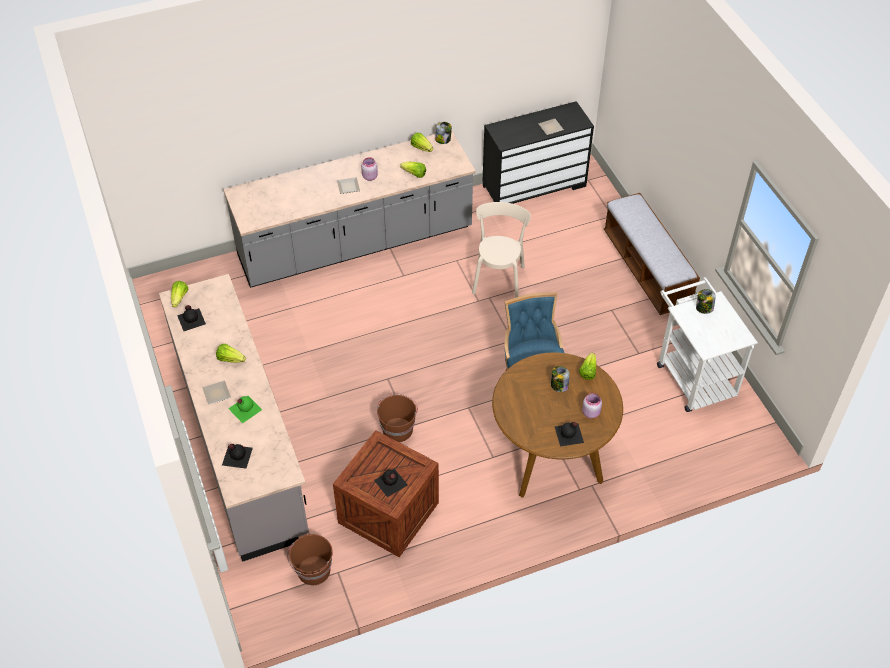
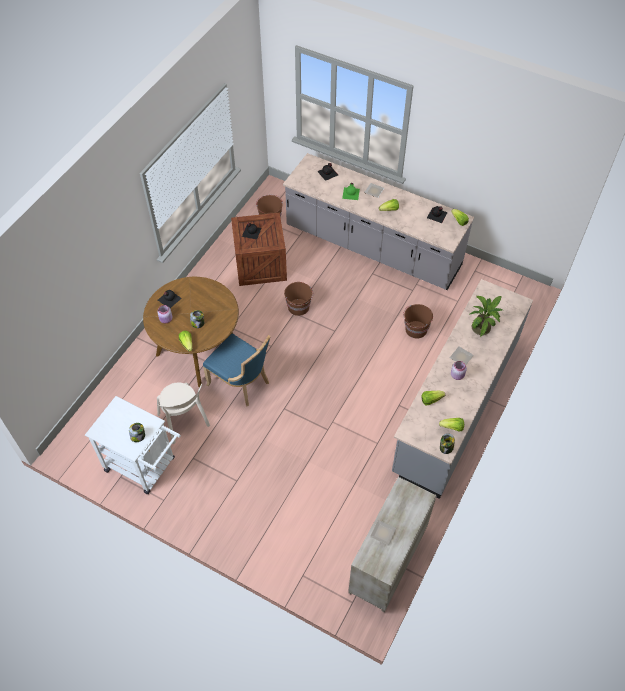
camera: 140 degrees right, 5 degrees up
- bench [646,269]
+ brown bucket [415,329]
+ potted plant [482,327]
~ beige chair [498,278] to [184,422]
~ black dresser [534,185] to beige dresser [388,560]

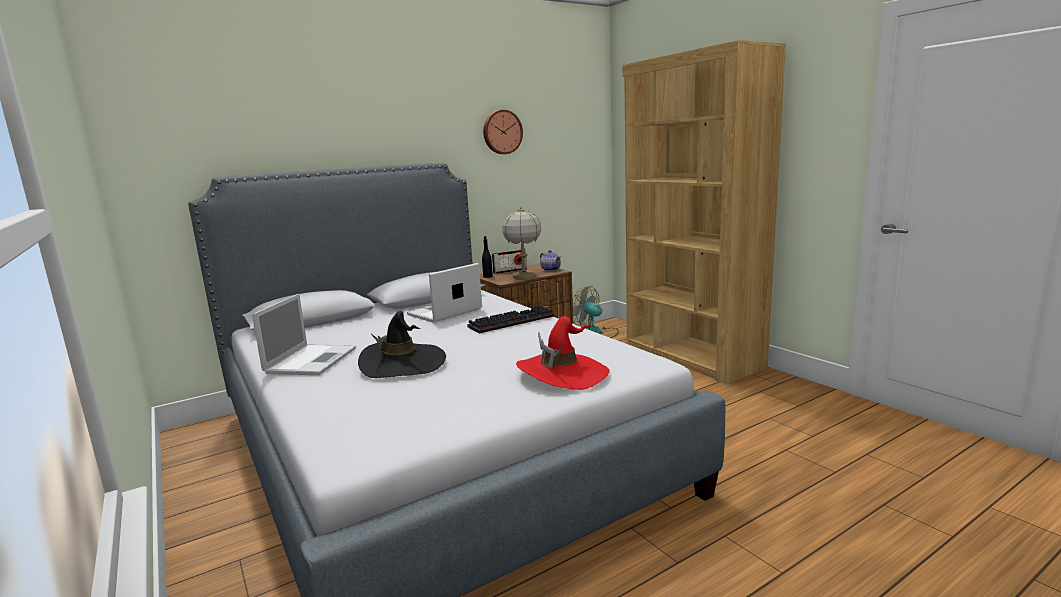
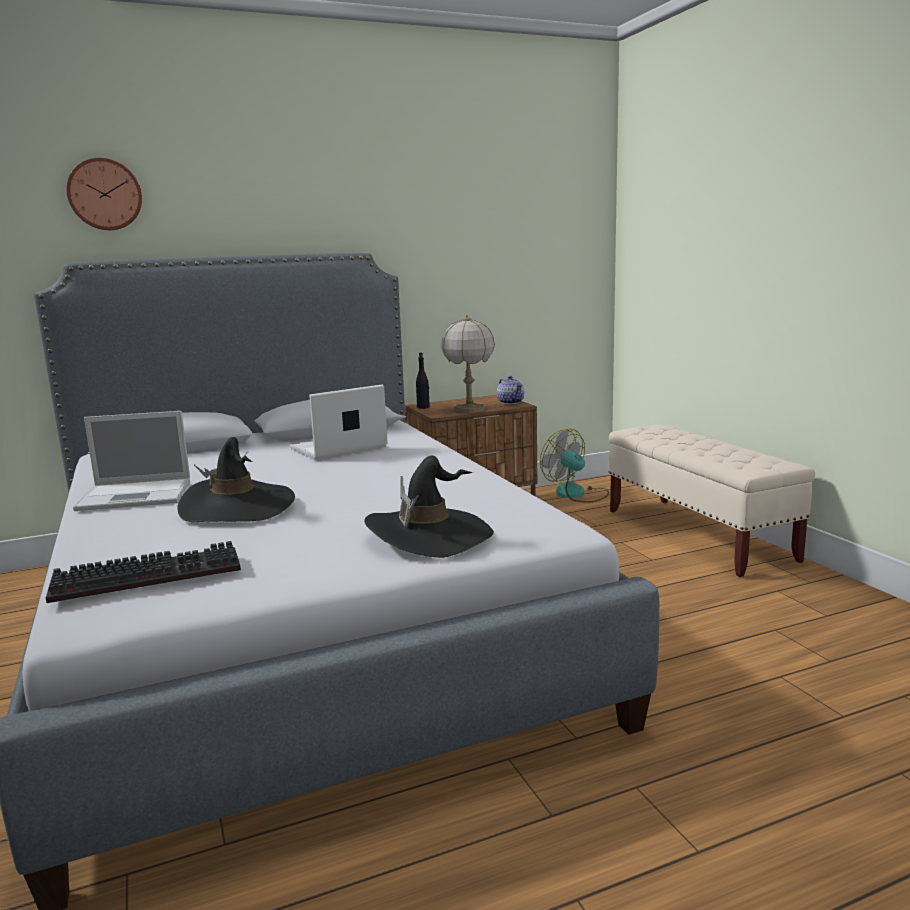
camera: 10 degrees right, 0 degrees up
- radio [510,271]
~ keyboard [512,321] to [151,574]
~ wall clock [502,132] to [105,194]
~ brown bookcase [692,357] to beige bench [697,535]
~ red hat [563,374] to black hat [429,535]
~ laptop [312,360] = [138,495] 60 degrees clockwise

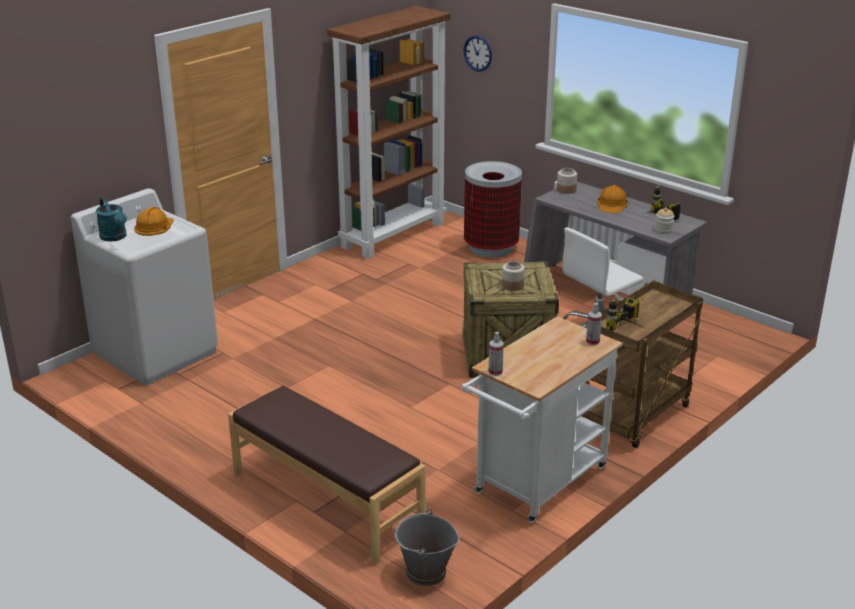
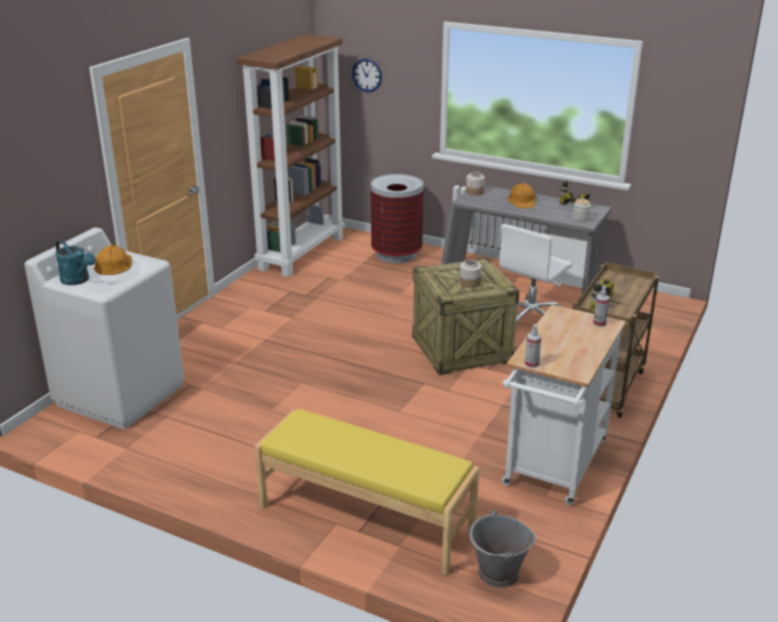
camera: 15 degrees left, 0 degrees up
~ brown bench [325,501] to yellow bench [365,519]

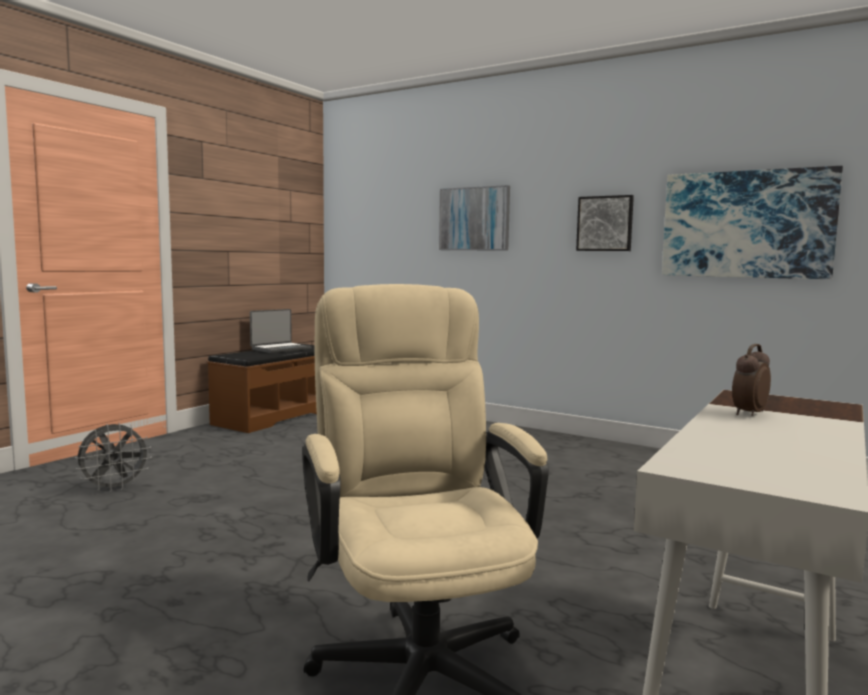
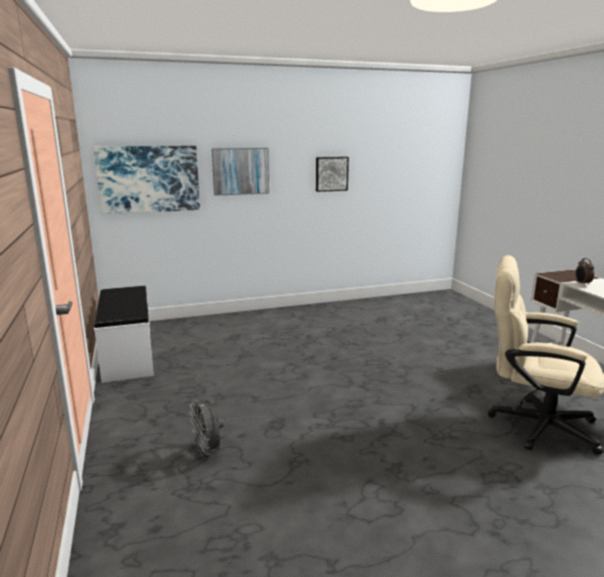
camera: 50 degrees left, 10 degrees up
- laptop [280,349]
~ picture [746,224] to [149,179]
~ brown bench [275,416] to white bench [127,356]
~ grey fan [114,488] = [208,451] 150 degrees clockwise

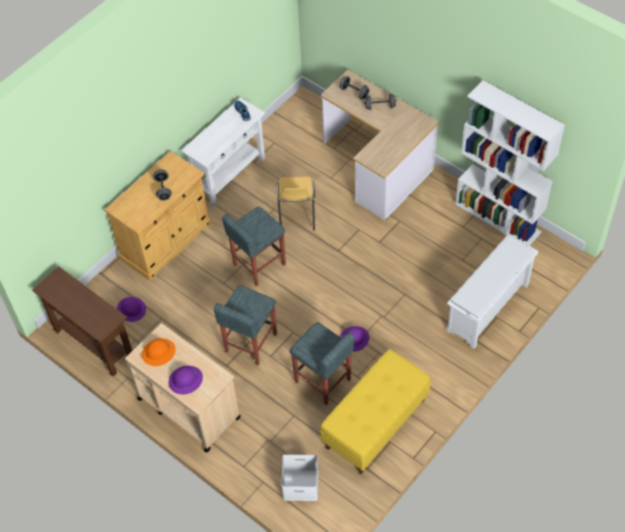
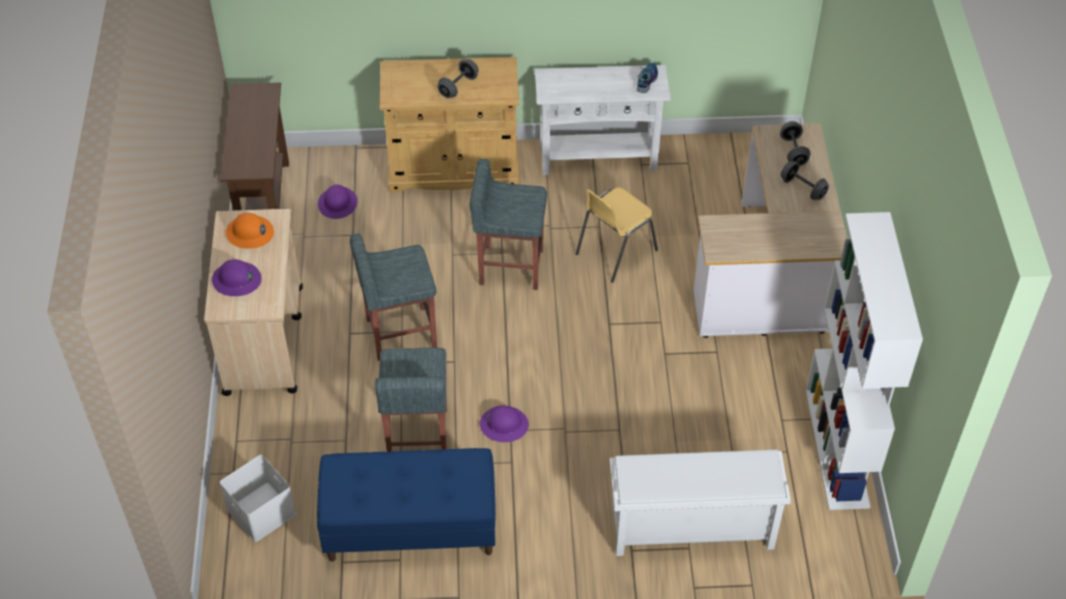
camera: 45 degrees right, 5 degrees down
~ yellow bench [375,424] to blue bench [410,528]

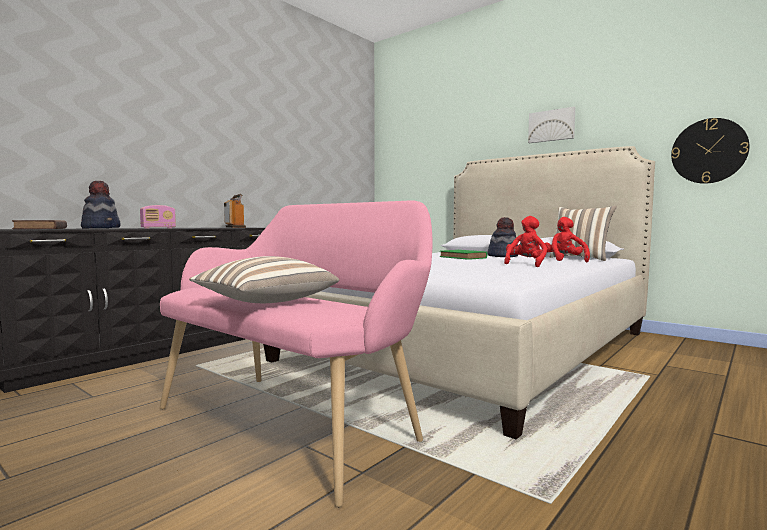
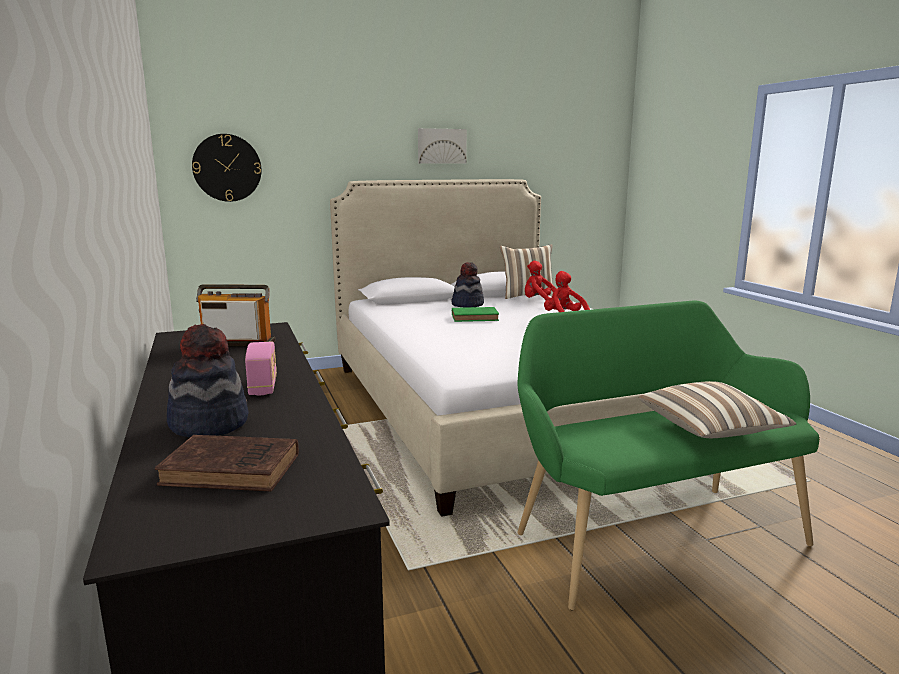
camera: 60 degrees left, 10 degrees up
~ wall clock [708,151] to [227,168]
~ pink bench [294,421] to green bench [650,534]

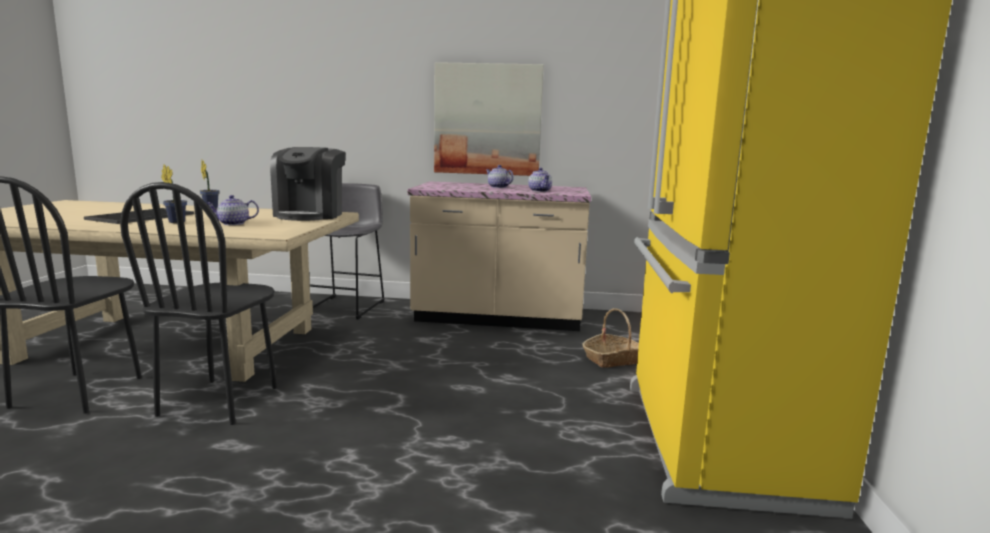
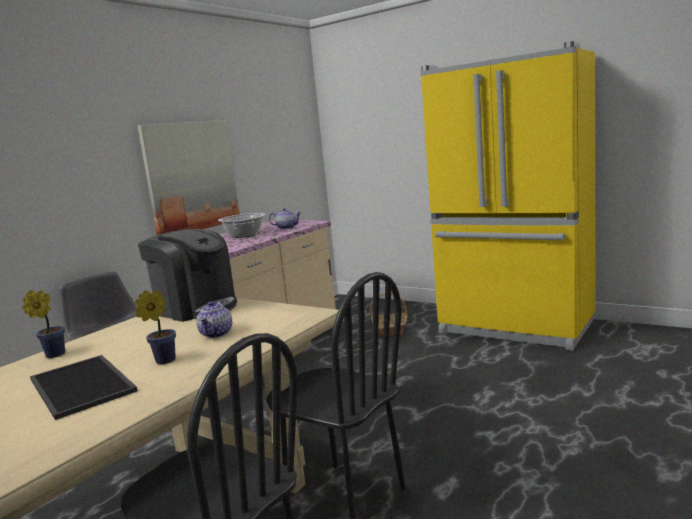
camera: 60 degrees left, 0 degrees up
~ teapot [498,187] to cooking pot [244,235]

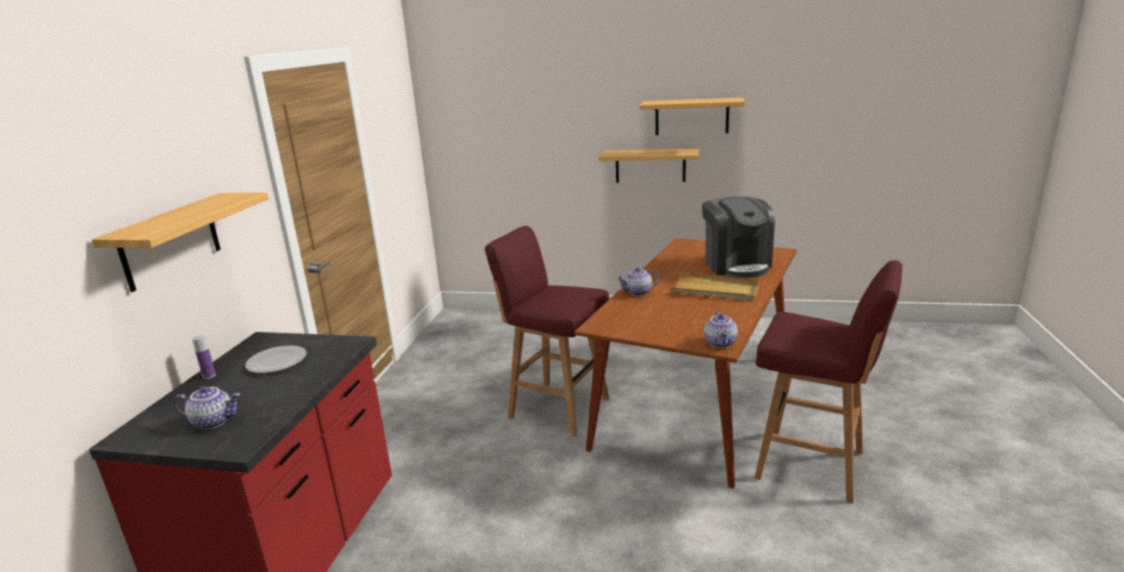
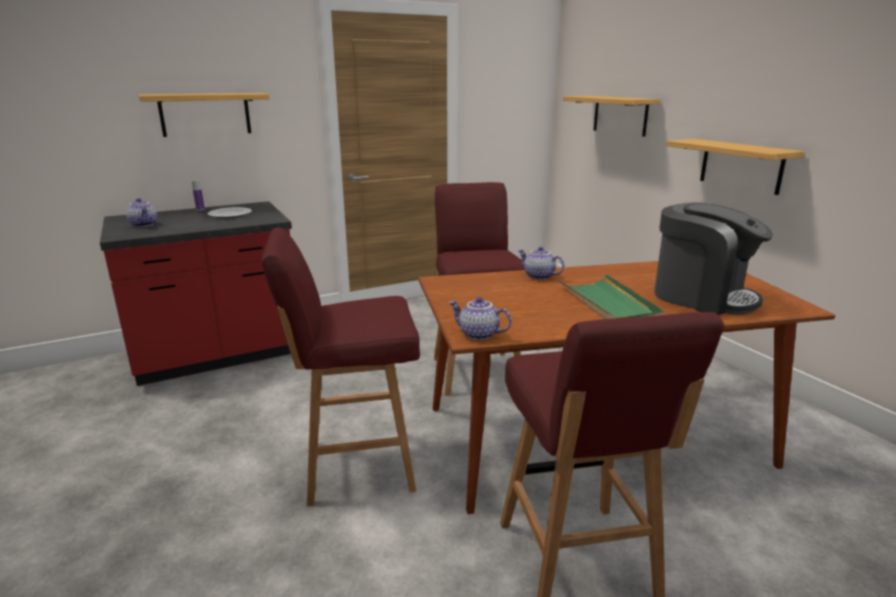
camera: 50 degrees right, 0 degrees up
+ red stool [355,465]
~ shelf [691,116] to [620,115]
~ beige tray [715,290] to green tray [608,303]
~ coffee machine [736,265] = [701,297] 90 degrees counterclockwise
~ teapot [721,343] = [478,334] 60 degrees clockwise

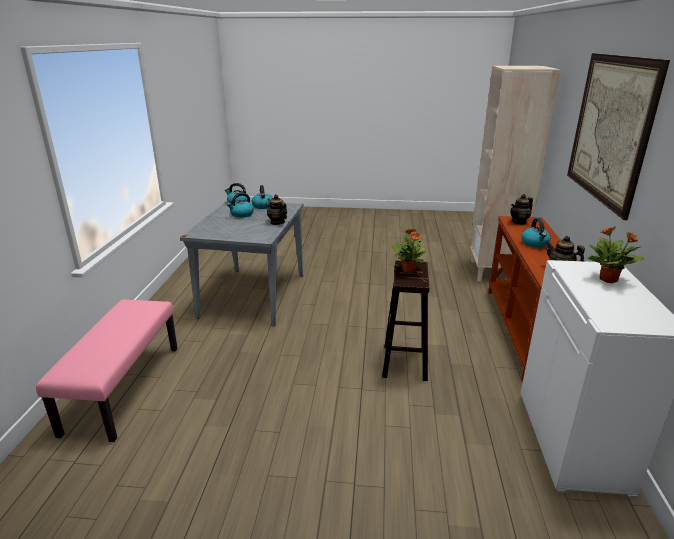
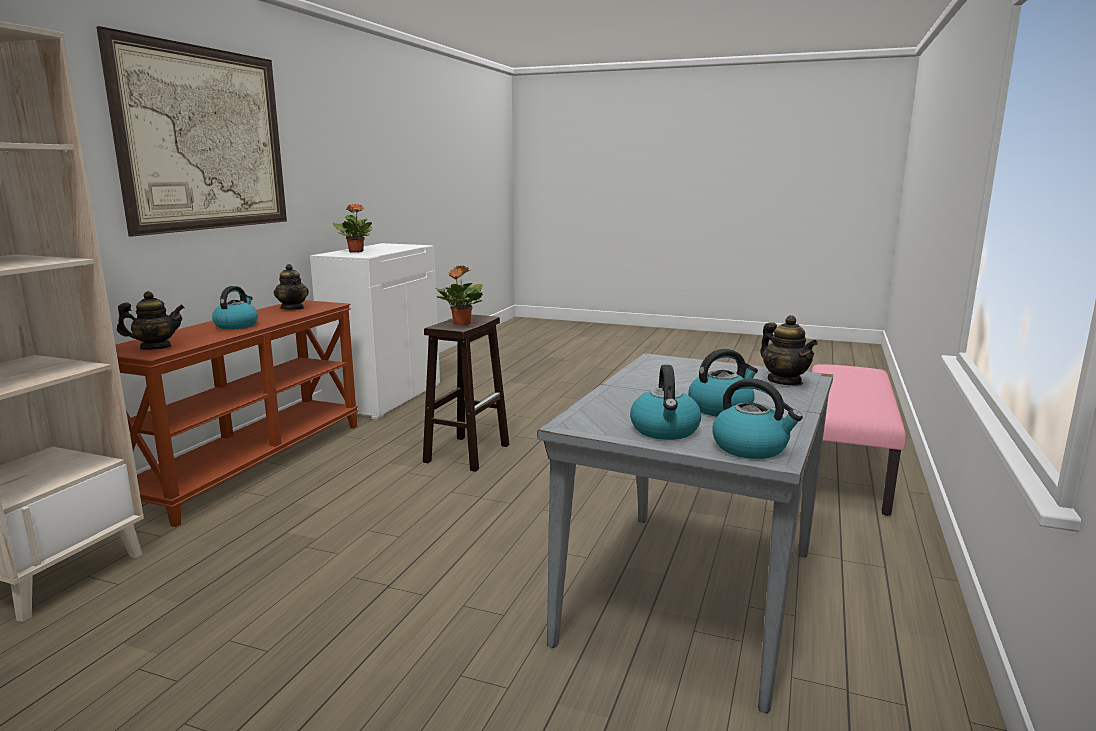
camera: 165 degrees left, 10 degrees down
~ teapot [277,222] to [785,381]

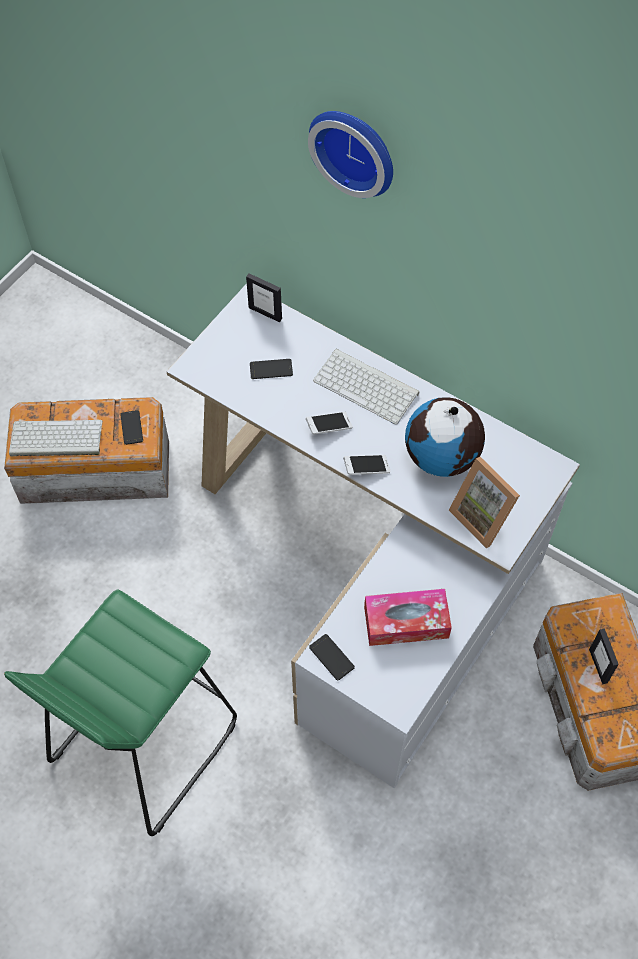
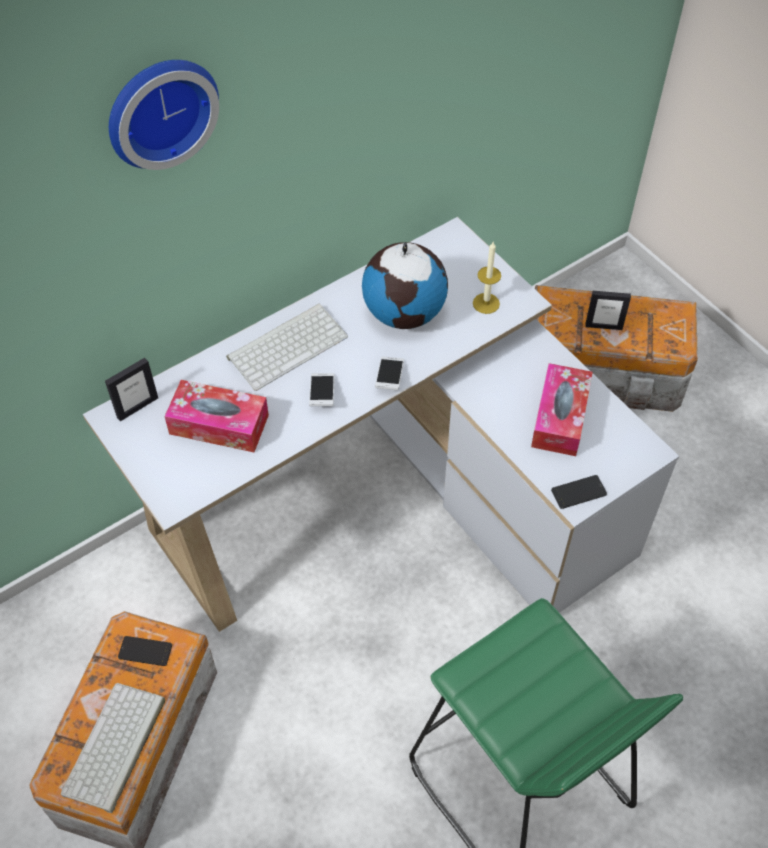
camera: 70 degrees left, 5 degrees down
~ phone [271,369] to tissue box [219,424]
~ picture frame [484,516] to candle [486,303]

